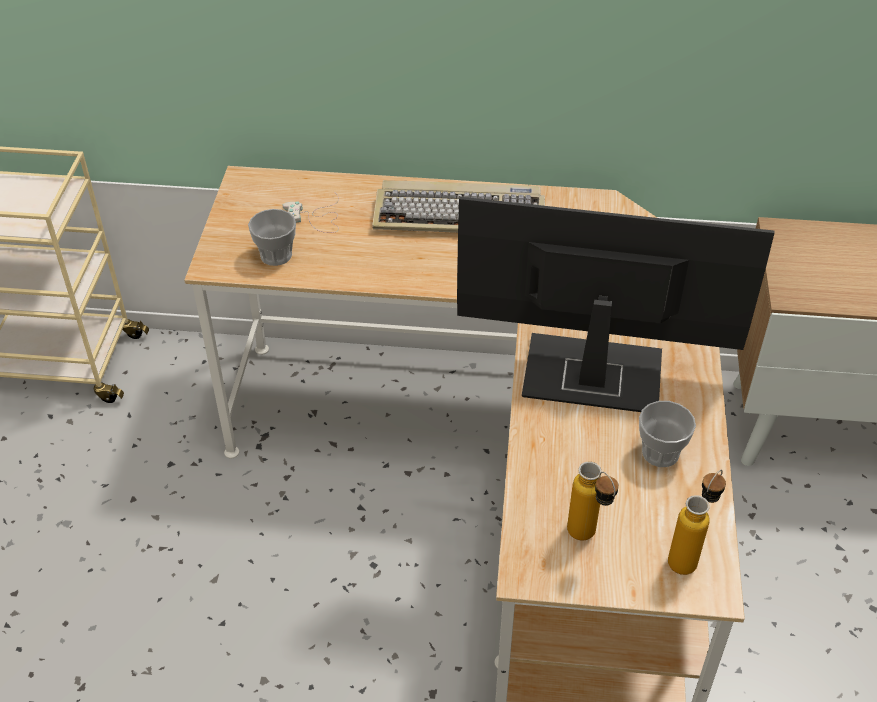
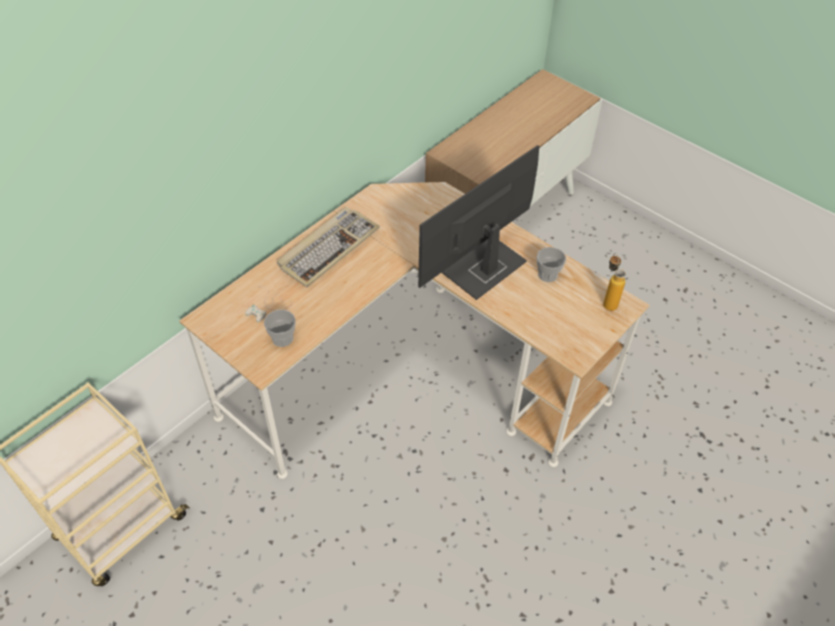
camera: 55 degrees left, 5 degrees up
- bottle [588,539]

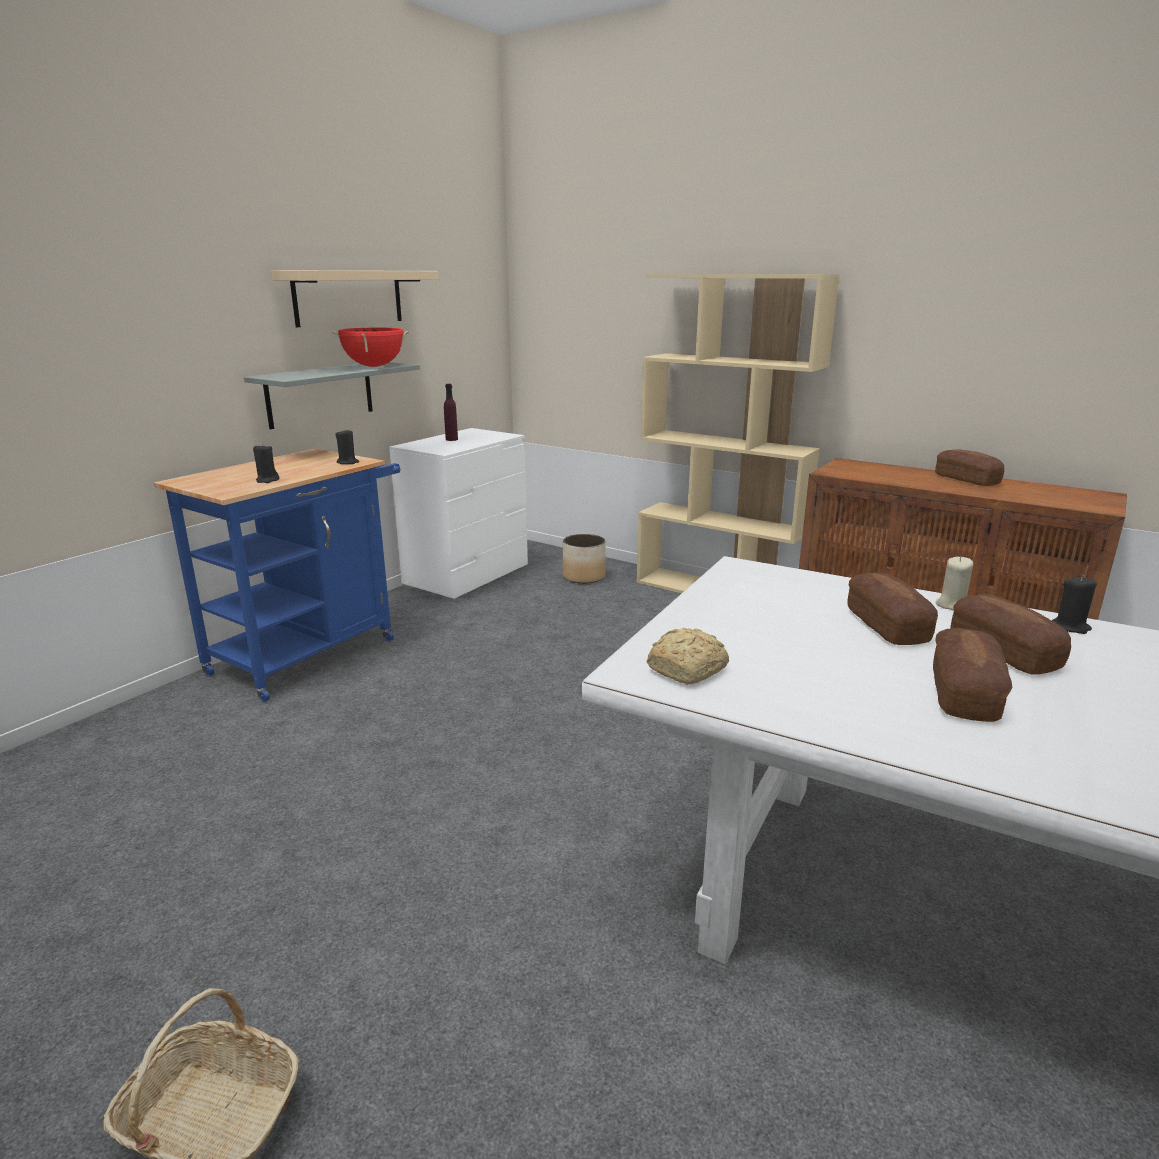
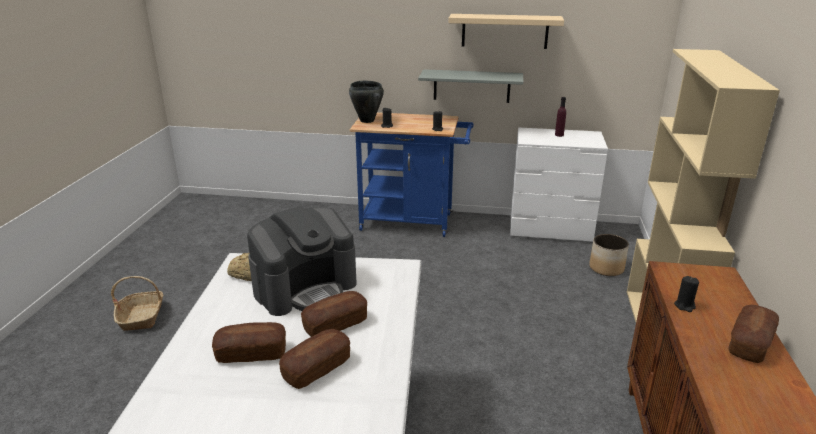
camera: 65 degrees right, 5 degrees up
- red cooking pot [374,366]
- beige candle [951,605]
+ coffee machine [305,287]
+ black cooking pot [367,121]
~ black candle [1070,627] to [684,306]

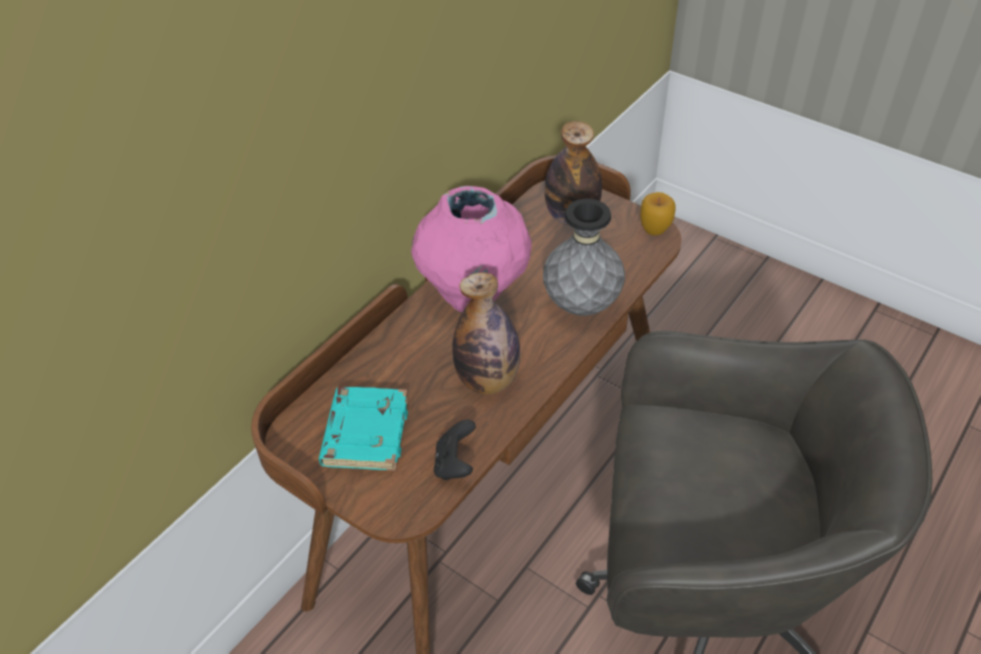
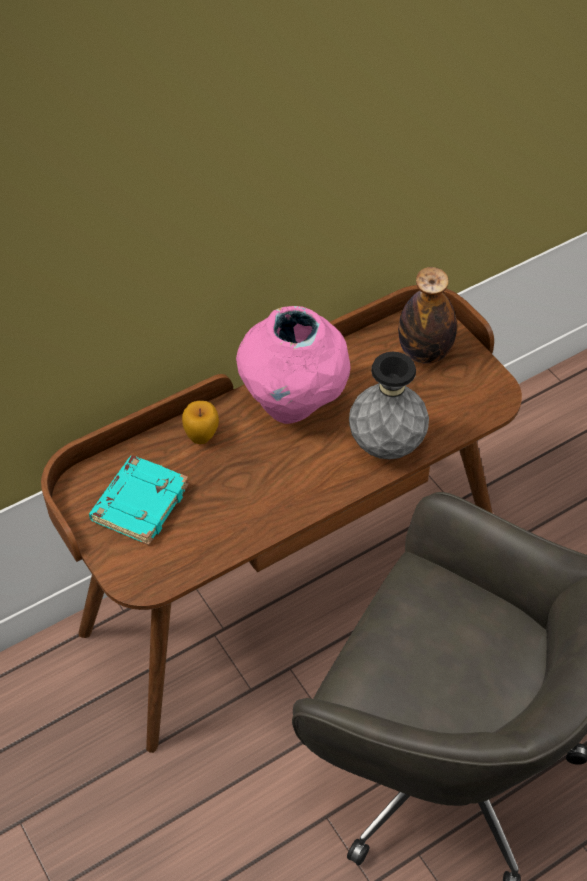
camera: 20 degrees right, 5 degrees up
- black game controller [455,464]
- bottle [487,380]
~ apple [655,230] to [202,436]

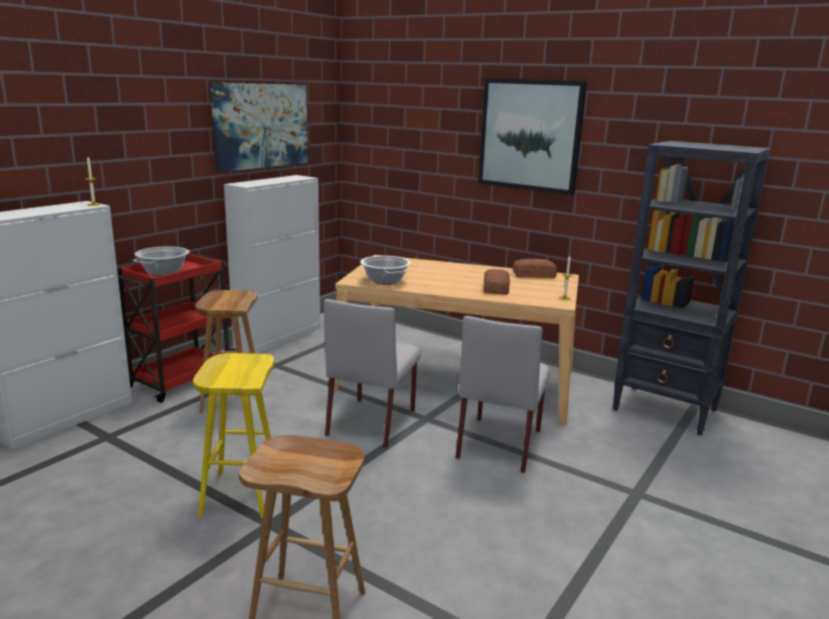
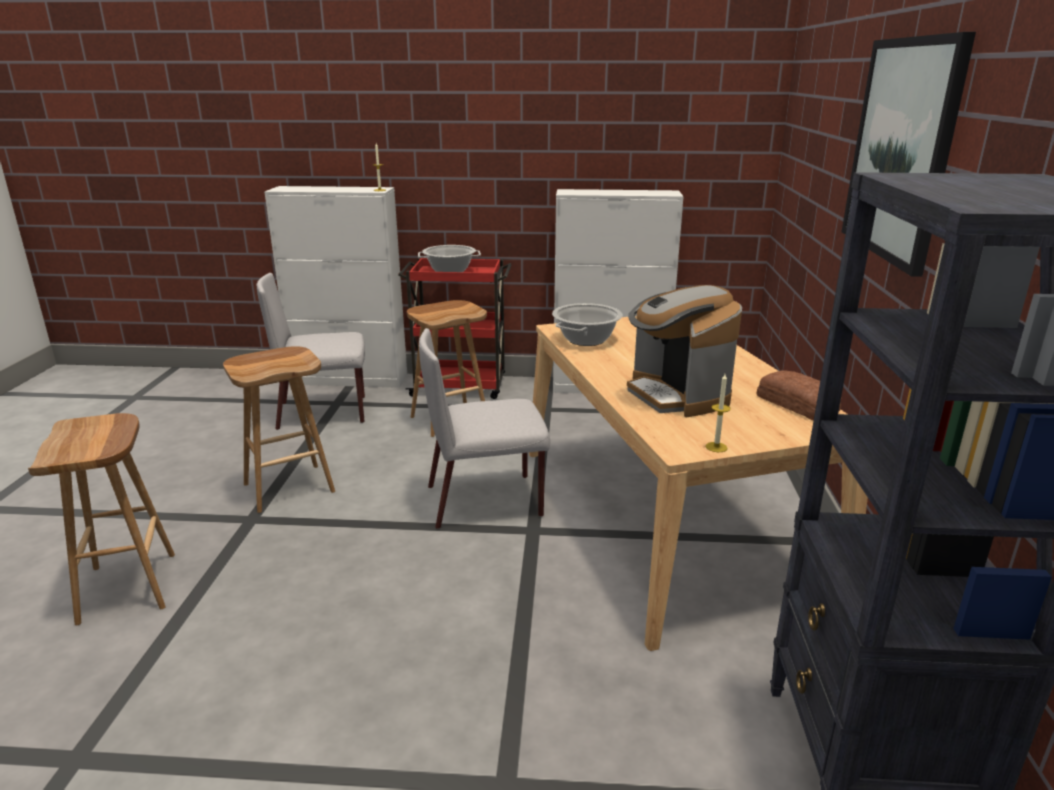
camera: 60 degrees right, 5 degrees up
- picture [261,126]
~ grey chair [499,443] to [324,412]
~ bread [496,288] to coffee machine [677,395]
~ yellow stool [240,494] to brown stool [290,487]

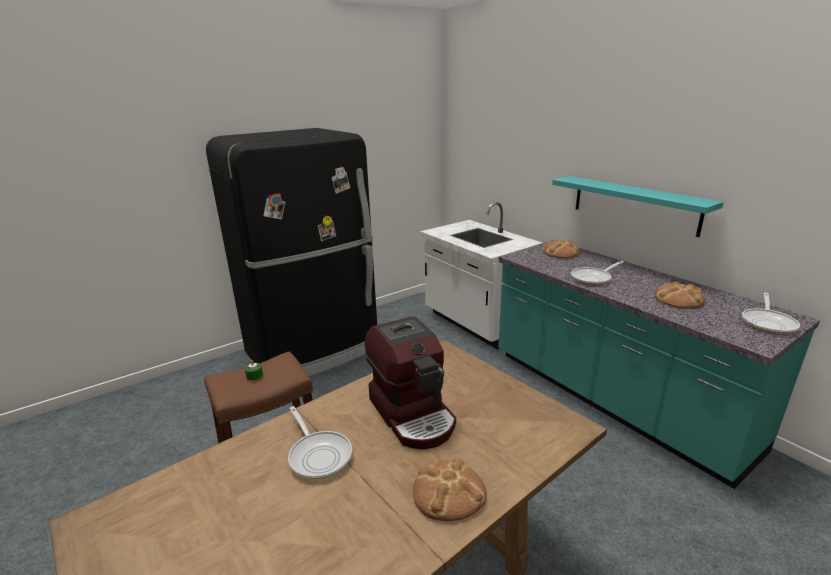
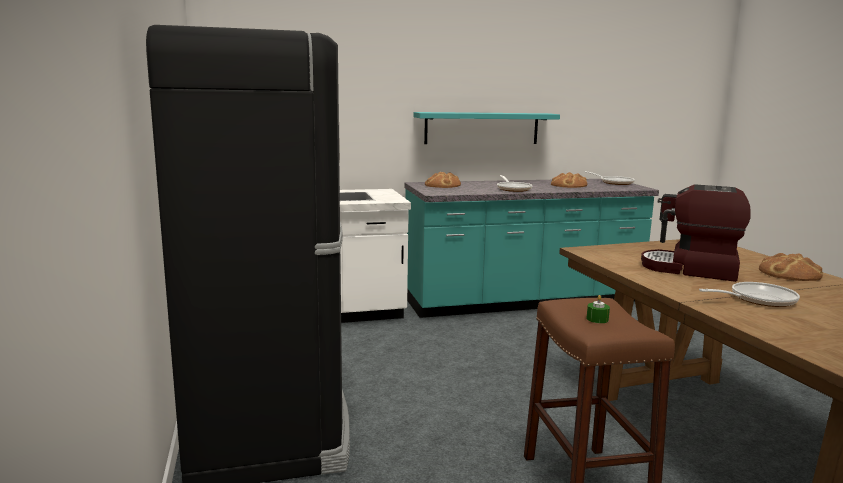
camera: 70 degrees left, 10 degrees down
~ coffee machine [413,414] = [691,269] 150 degrees counterclockwise

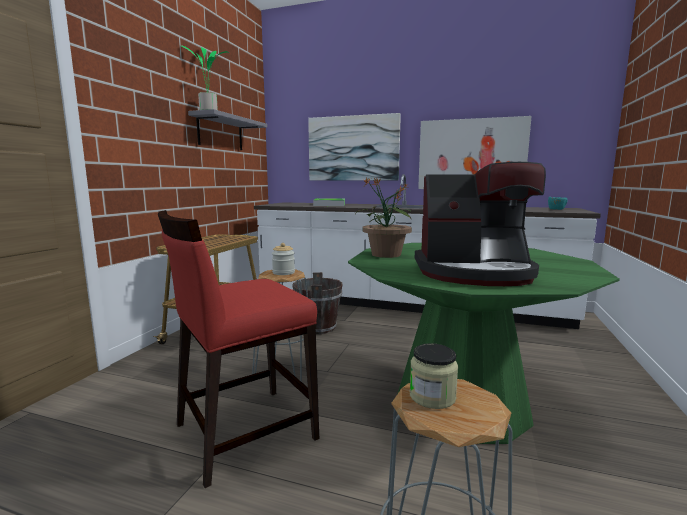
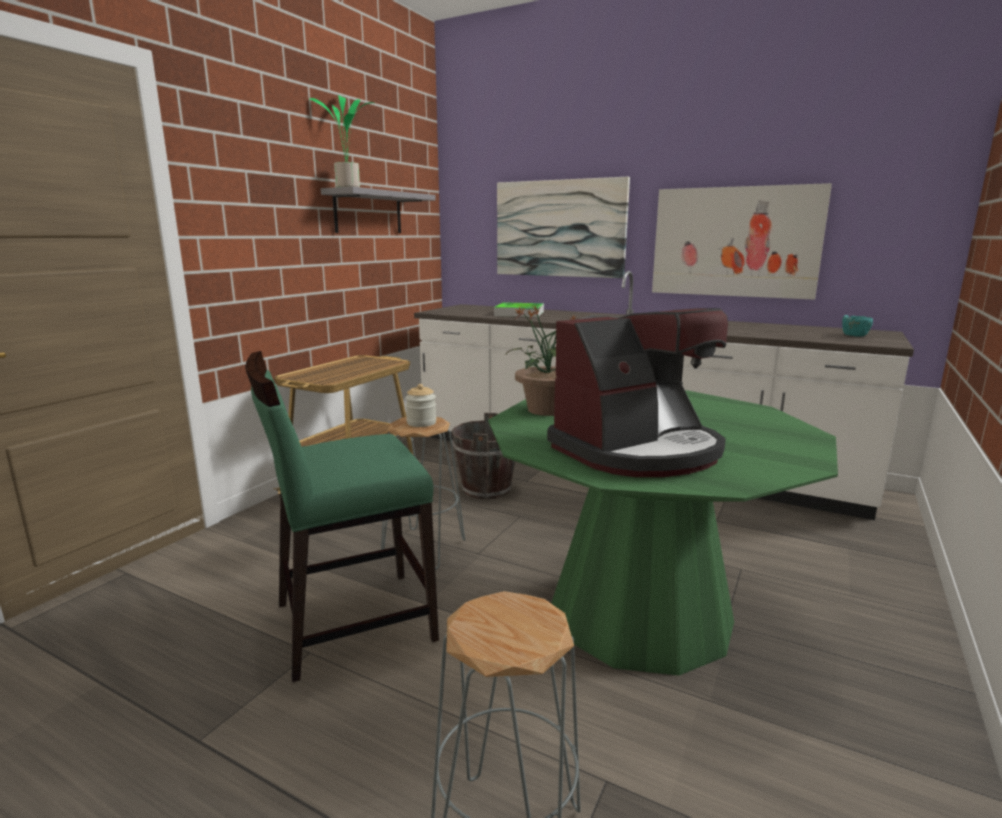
camera: 10 degrees right, 5 degrees up
- jar [432,396]
~ red chair [243,431] to green chair [352,621]
~ coffee machine [474,273] = [638,451] 45 degrees counterclockwise

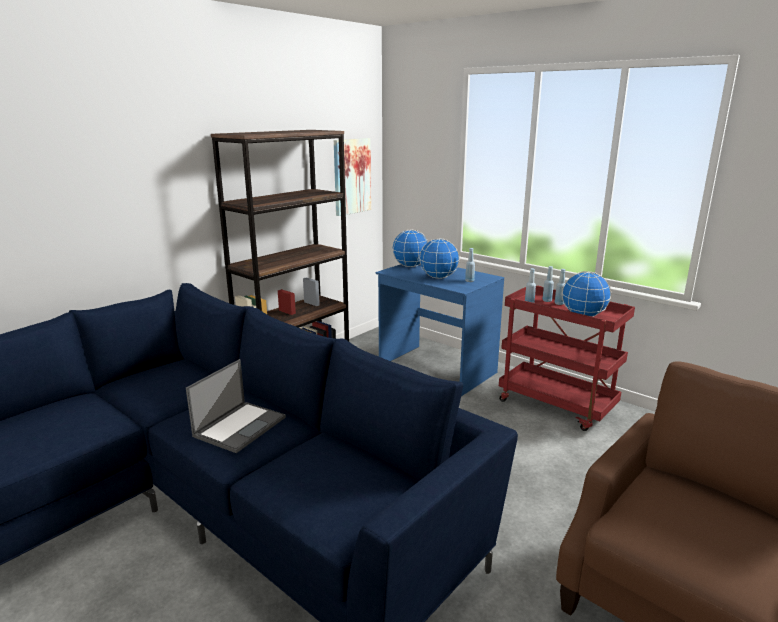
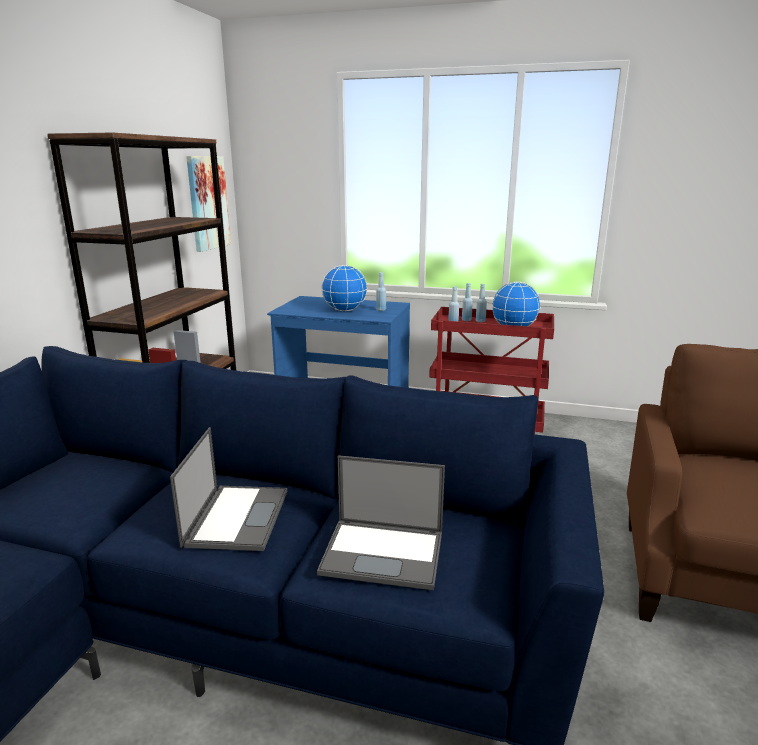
camera: 25 degrees left, 0 degrees up
- globe [410,266]
+ laptop [384,553]

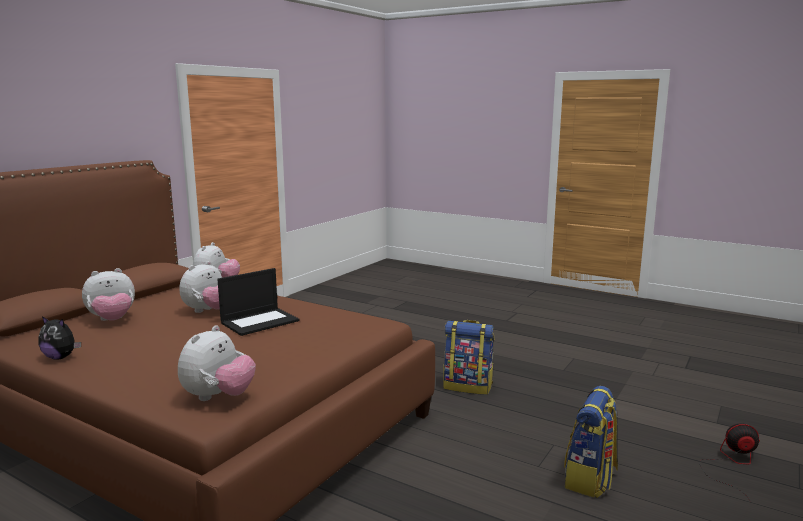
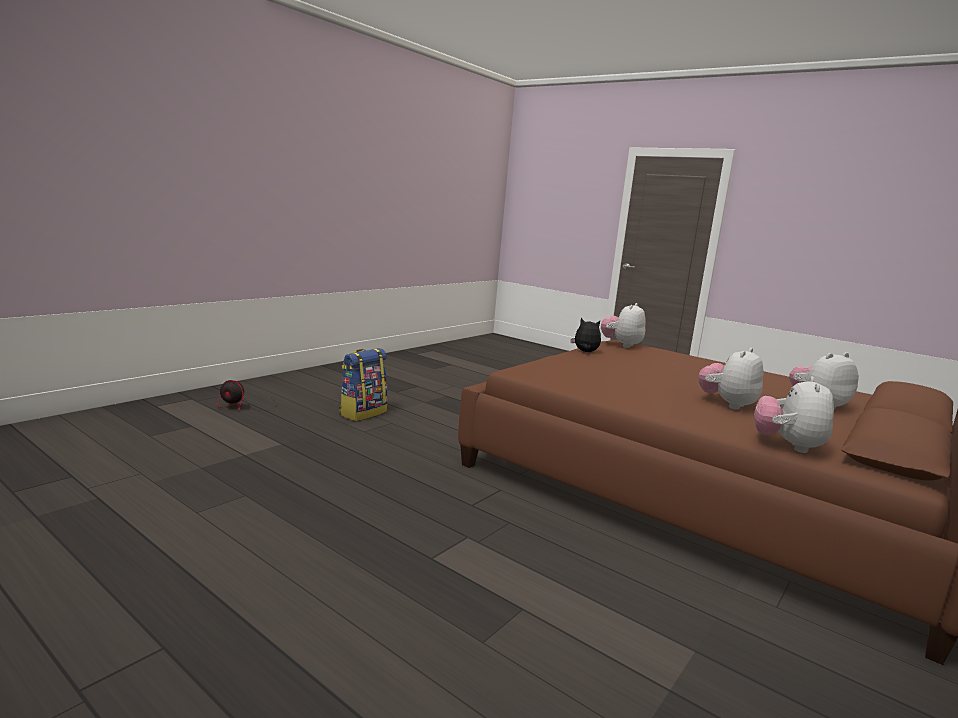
camera: 175 degrees left, 0 degrees up
- laptop [260,321]
- backpack [468,386]
~ plush toy [61,357] to [585,352]

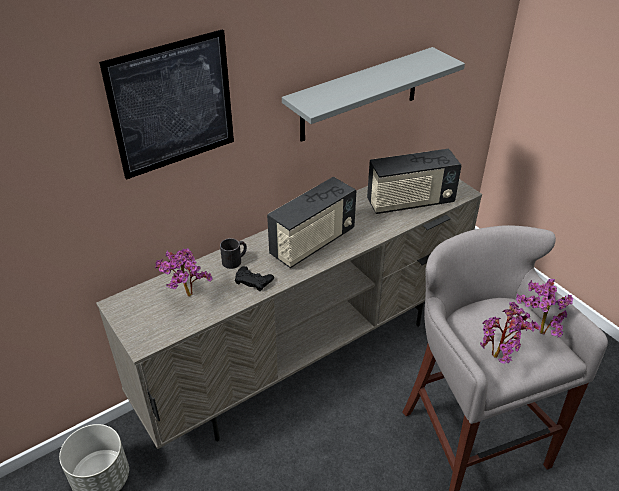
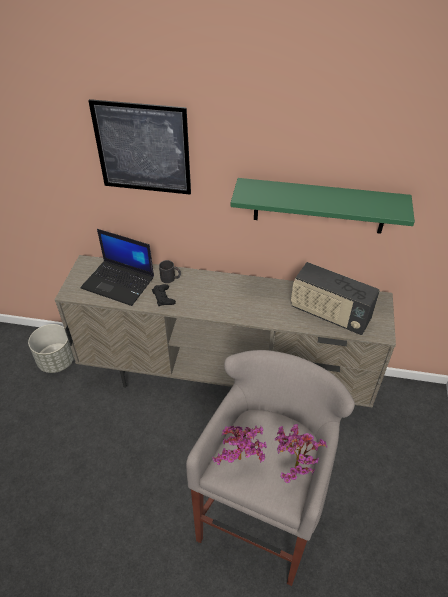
camera: 45 degrees right, 5 degrees up
- radio [313,243]
~ potted plant [186,298] to laptop [119,282]
~ grey shelf [360,95] to green shelf [319,206]

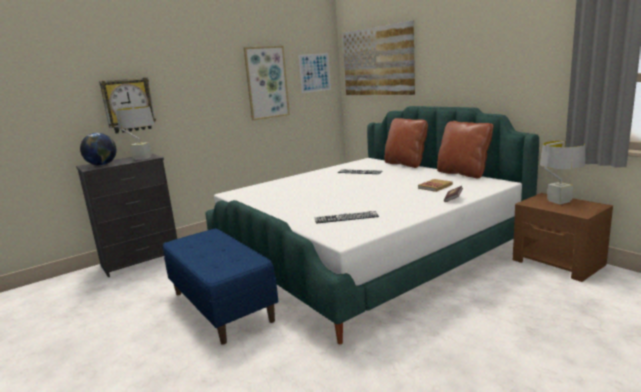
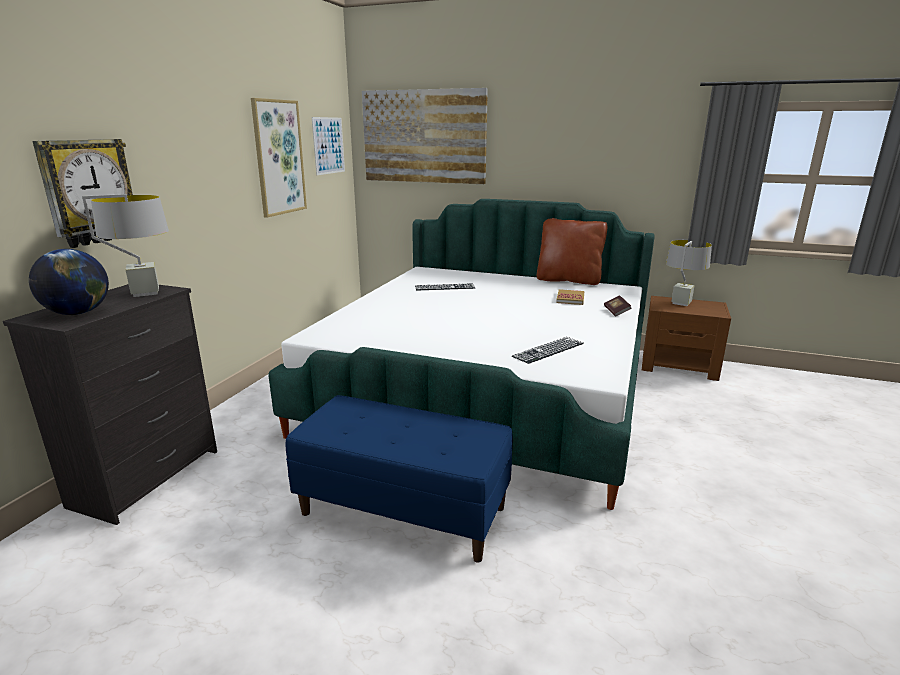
camera: 35 degrees left, 5 degrees up
- brown pillow [406,164]

